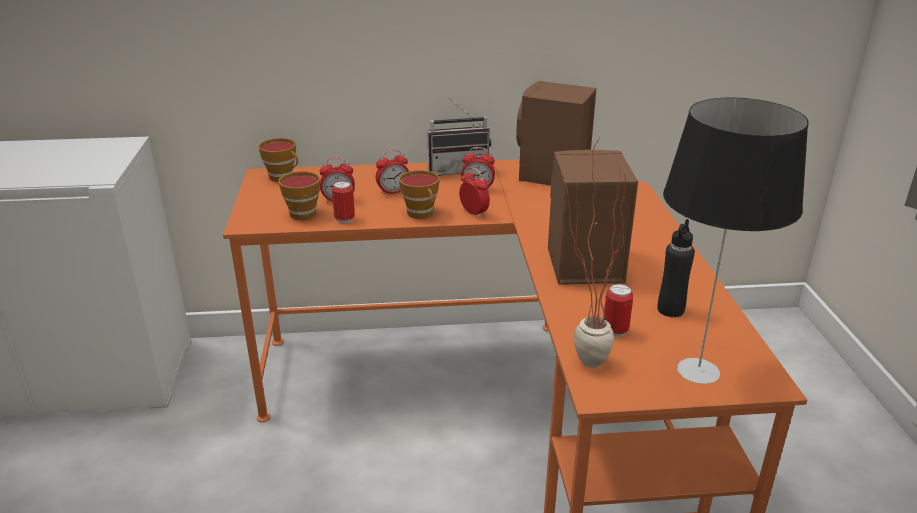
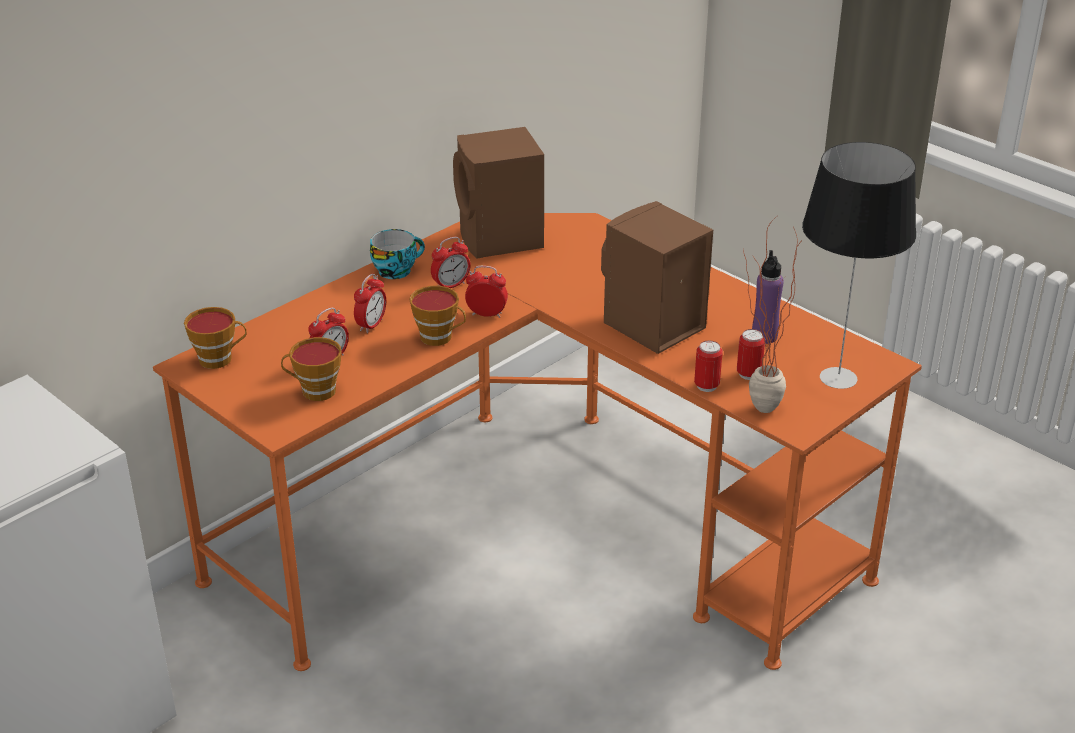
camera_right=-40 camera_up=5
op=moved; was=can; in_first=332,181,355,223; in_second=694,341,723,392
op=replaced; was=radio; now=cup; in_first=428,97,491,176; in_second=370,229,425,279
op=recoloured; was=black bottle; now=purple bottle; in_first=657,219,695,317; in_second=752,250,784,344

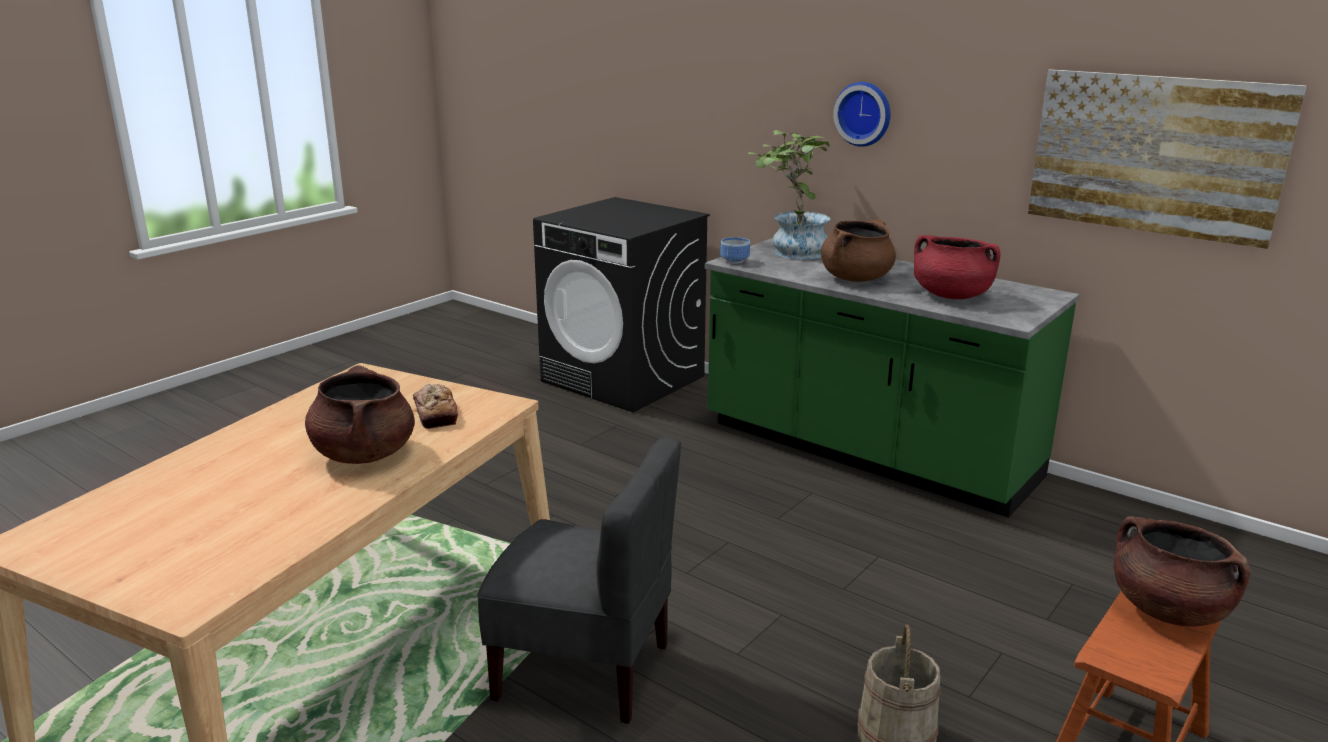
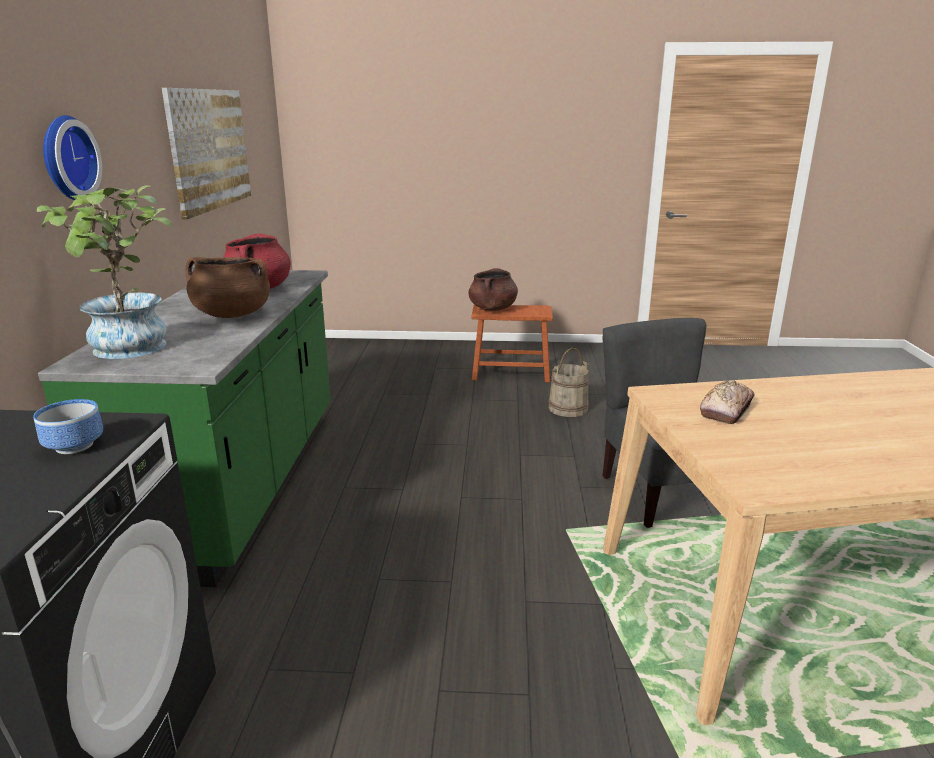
camera_right=-125 camera_up=0
op=removed; was=brown cooking pot; in_first=305,365,415,464
op=moved; was=bowl; in_first=720,237,750,264; in_second=33,399,103,454

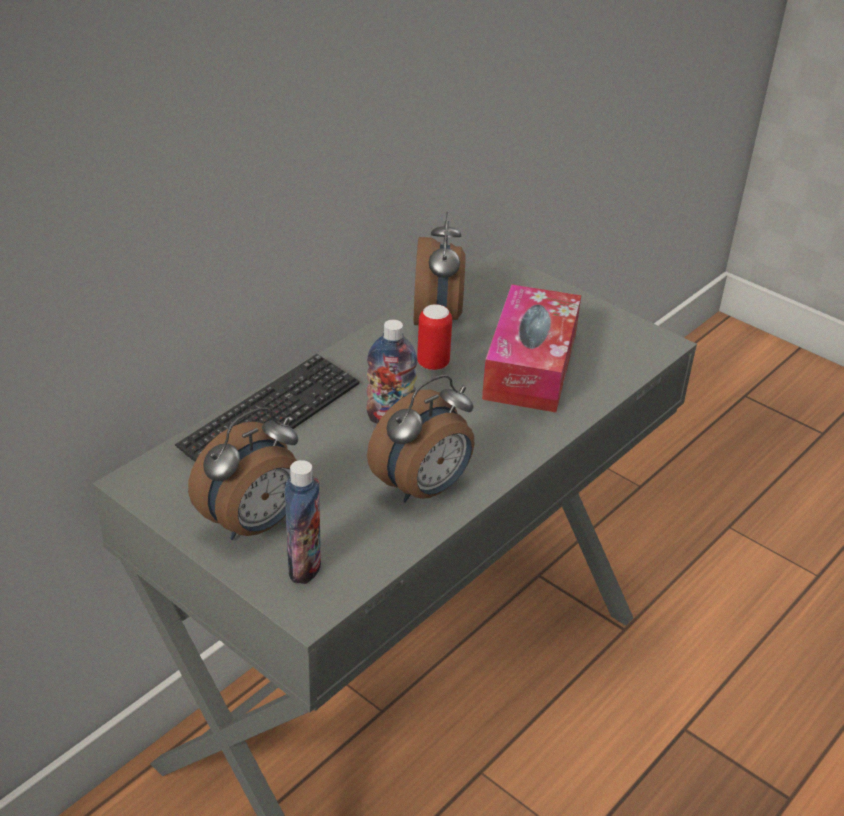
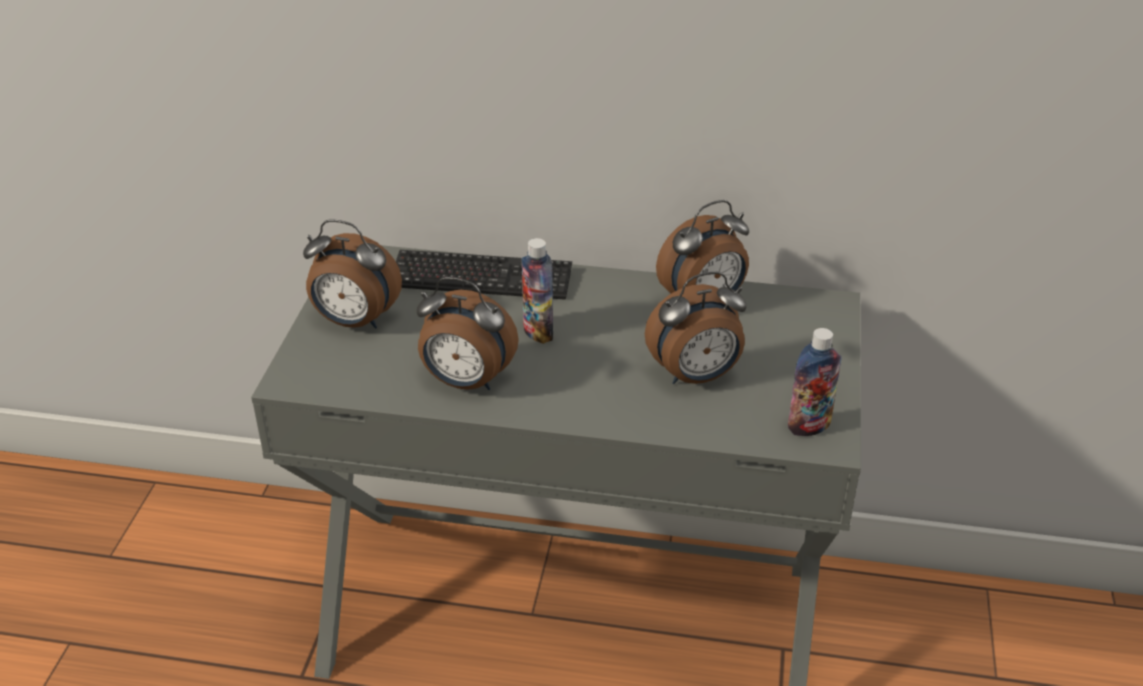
camera_right=60 camera_up=0
op=removed; was=can; in_first=417,304,452,370
op=moved; was=bottle; in_first=285,460,321,584; in_second=788,328,841,436
op=replaced; was=tissue box; now=alarm clock; in_first=482,284,581,413; in_second=645,272,747,384

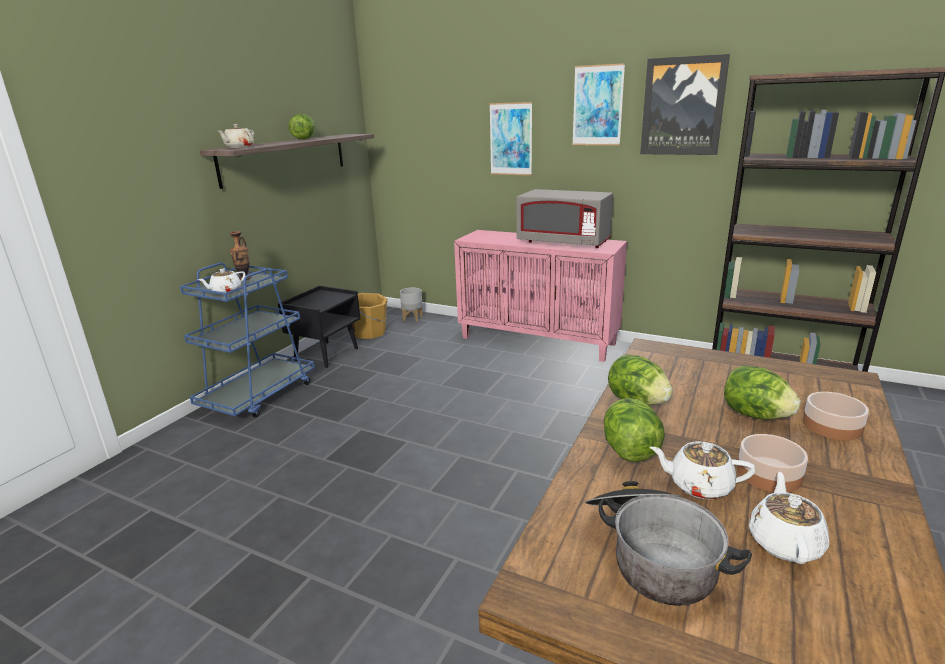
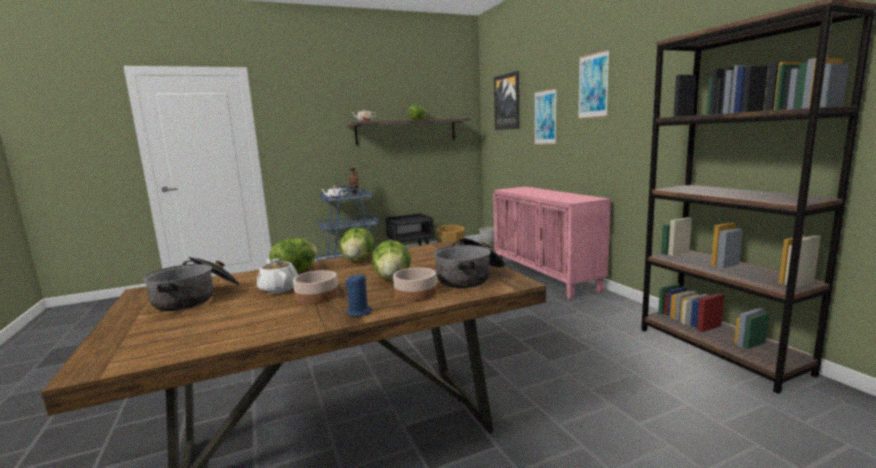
camera_right=40 camera_up=-10
op=removed; was=grey microwave; in_first=516,189,613,248
op=removed; was=white teapot; in_first=749,472,829,564
op=added; now=blue candle; in_second=345,273,372,317
op=added; now=cooking pot; in_second=434,238,505,288
op=moved; was=picture; in_first=640,54,730,155; in_second=494,71,519,130

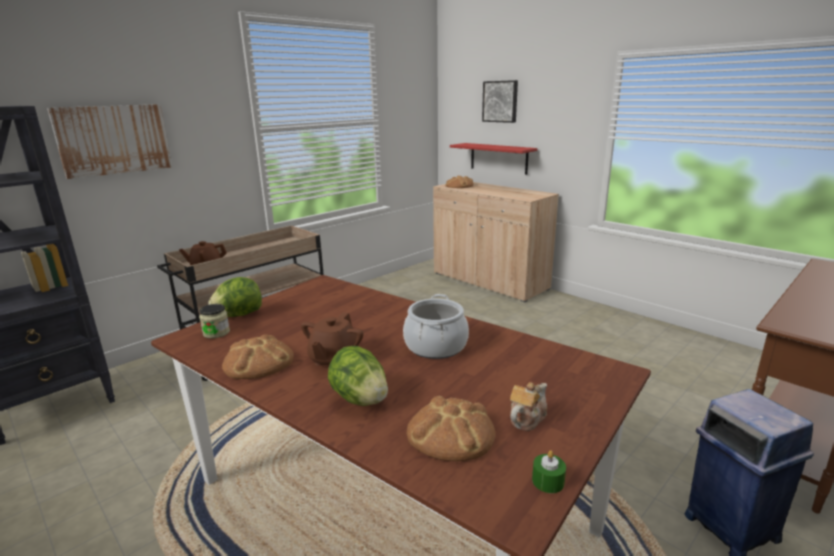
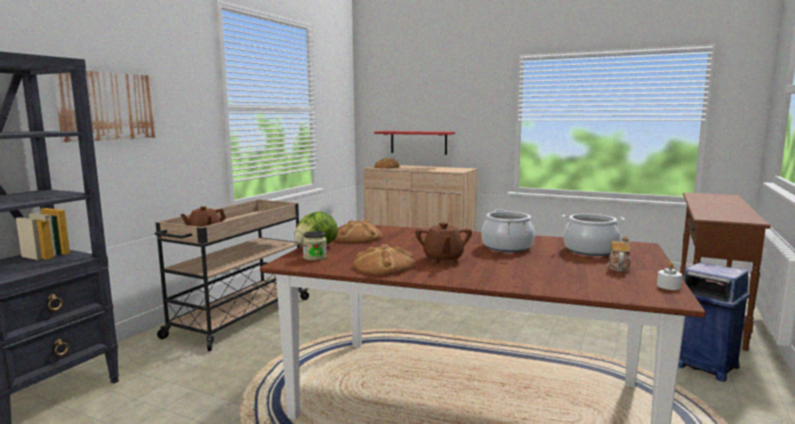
camera_right=-20 camera_up=-10
op=removed; was=lettuce; in_first=328,346,388,406
op=removed; was=picture; in_first=482,80,518,123
op=added; now=cooking pot; in_second=562,214,625,256
op=moved; was=bread; in_first=407,396,495,461; in_second=336,220,383,243
op=recoloured; was=green candle; now=white candle; in_first=532,450,566,493; in_second=657,262,682,290

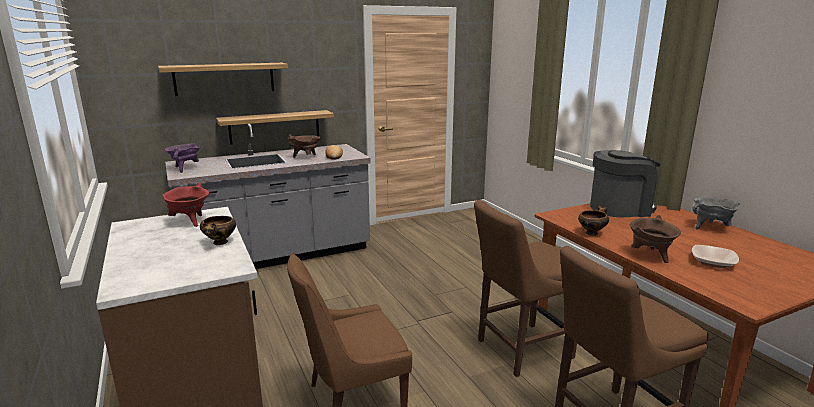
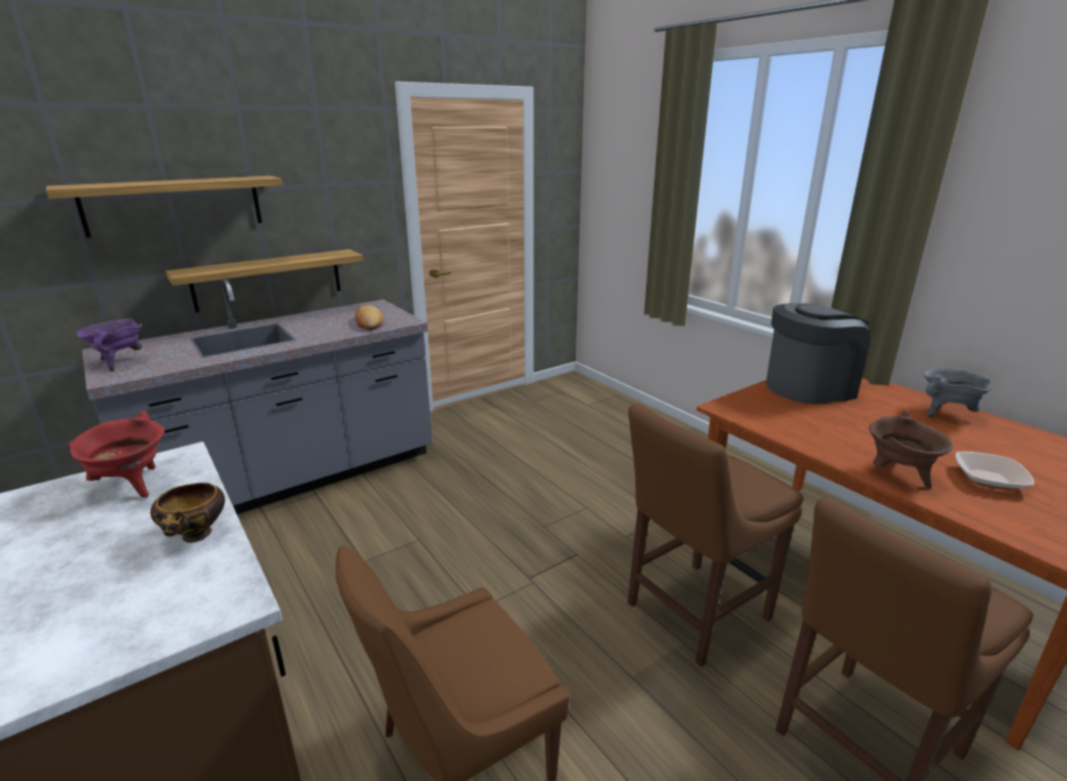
camera_right=-10 camera_up=5
op=removed; was=brown cooking pot; in_first=288,134,321,158
op=removed; was=bowl; in_first=578,205,609,236

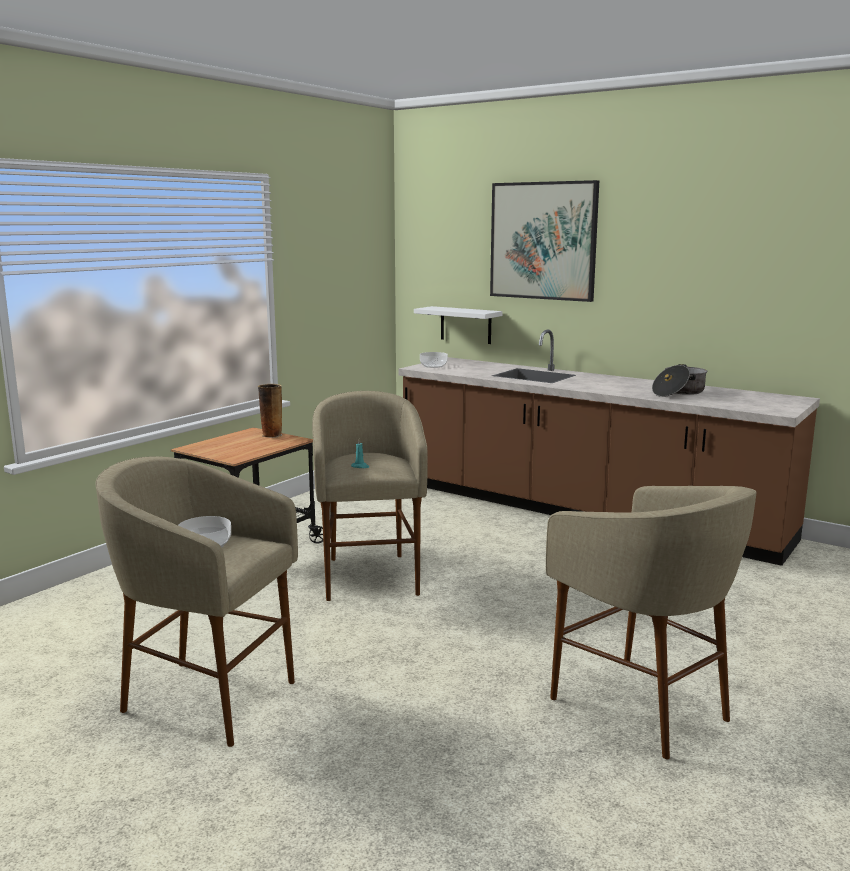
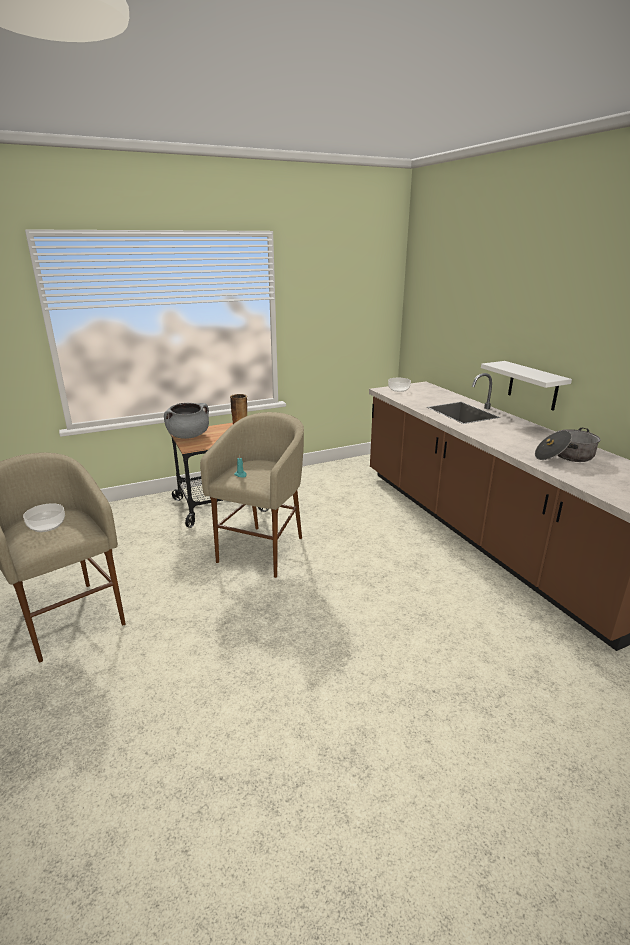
camera_right=30 camera_up=10
op=removed; was=picture; in_first=490,180,599,302
op=removed; was=beige stool; in_first=546,486,757,759
op=added; now=grey cooking pot; in_second=164,403,209,439
op=moved; was=white shelf; in_first=414,306,502,344; in_second=481,361,572,411

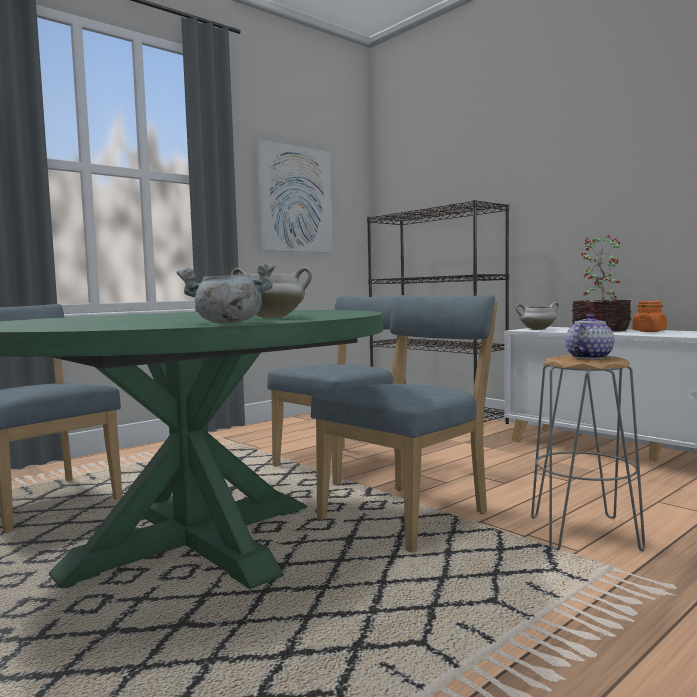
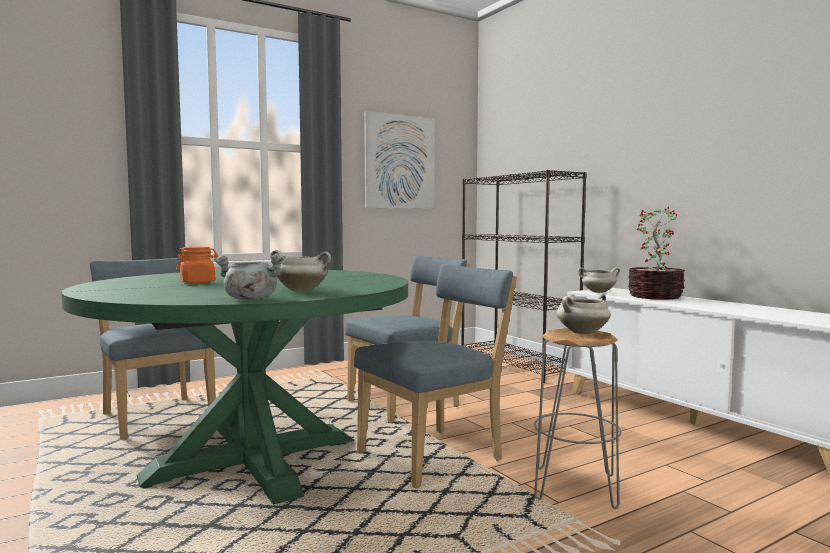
camera_right=10 camera_up=0
op=moved; was=orange jar; in_first=632,301,667,332; in_second=176,246,218,284
op=replaced; was=teapot; now=white cooking pot; in_first=566,314,614,359; in_second=556,293,611,334

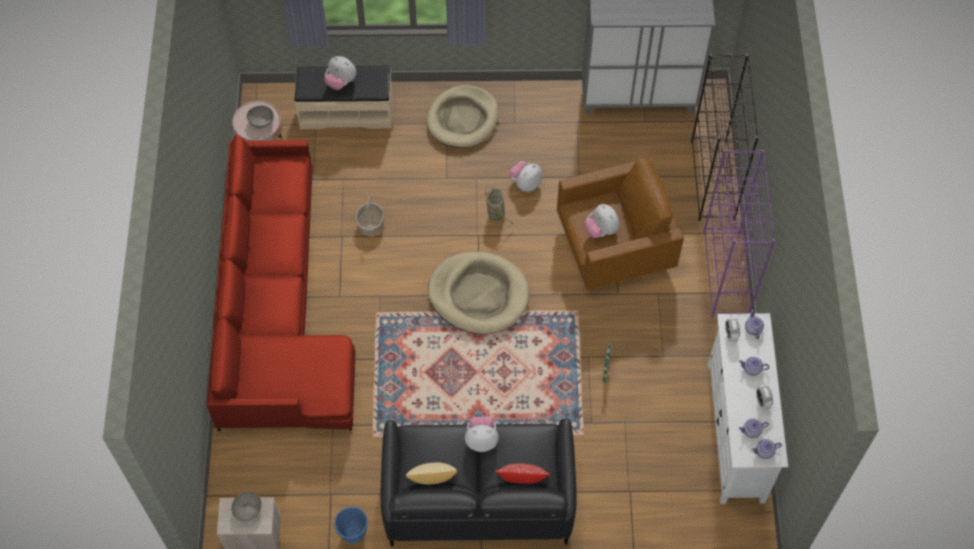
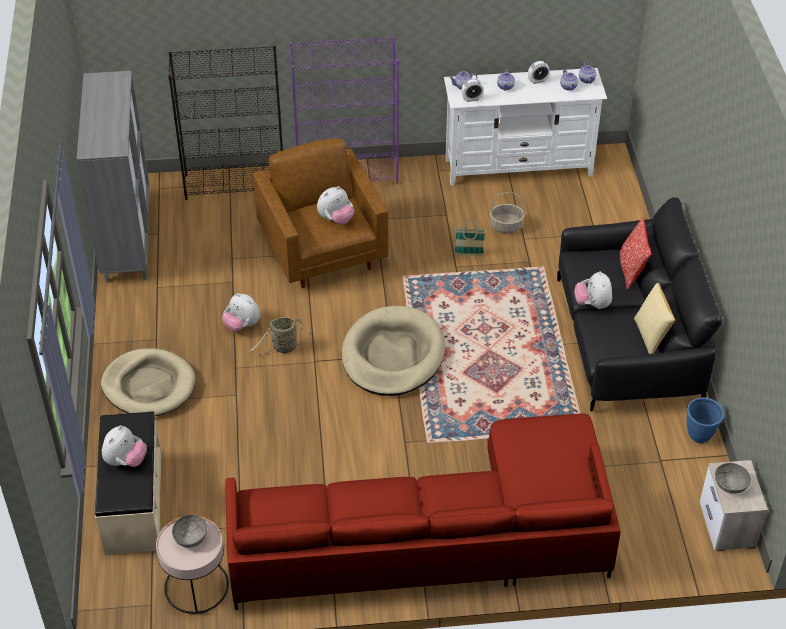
camera_right=-95 camera_up=-15
op=moved; was=basket; in_first=355,195,384,236; in_second=490,192,525,234

